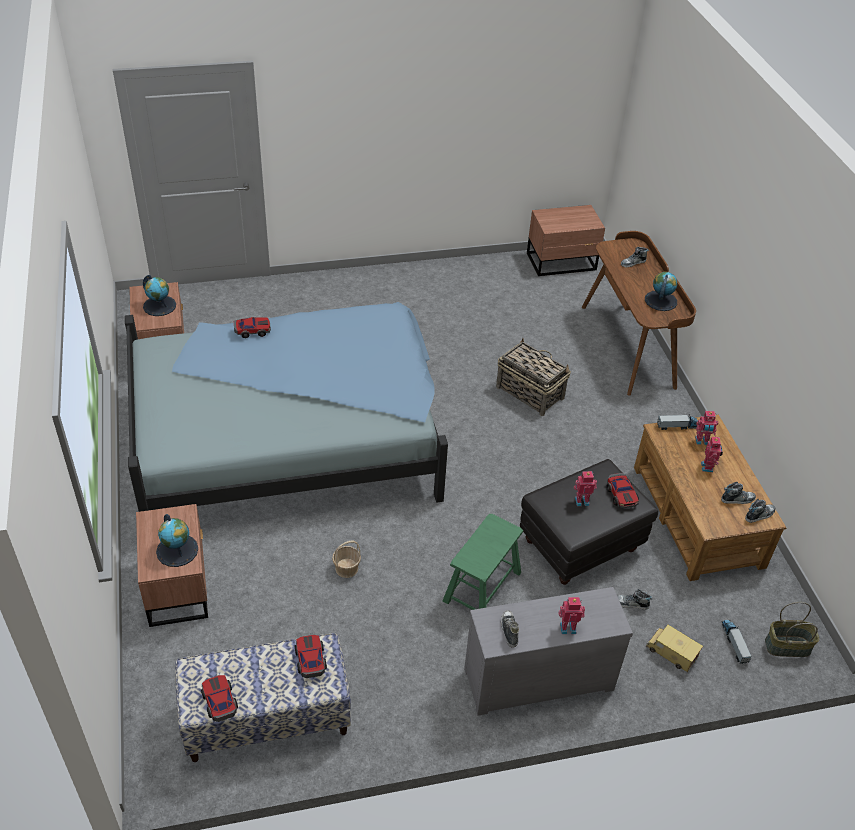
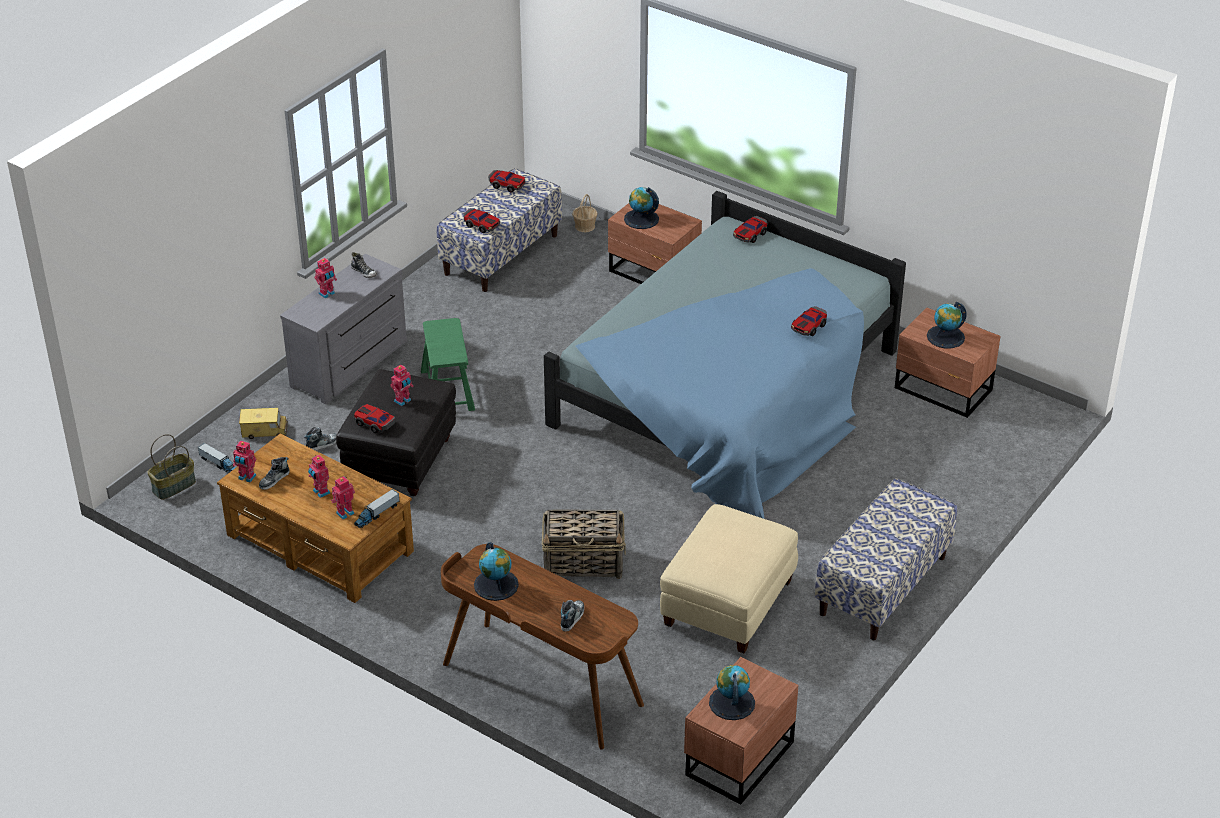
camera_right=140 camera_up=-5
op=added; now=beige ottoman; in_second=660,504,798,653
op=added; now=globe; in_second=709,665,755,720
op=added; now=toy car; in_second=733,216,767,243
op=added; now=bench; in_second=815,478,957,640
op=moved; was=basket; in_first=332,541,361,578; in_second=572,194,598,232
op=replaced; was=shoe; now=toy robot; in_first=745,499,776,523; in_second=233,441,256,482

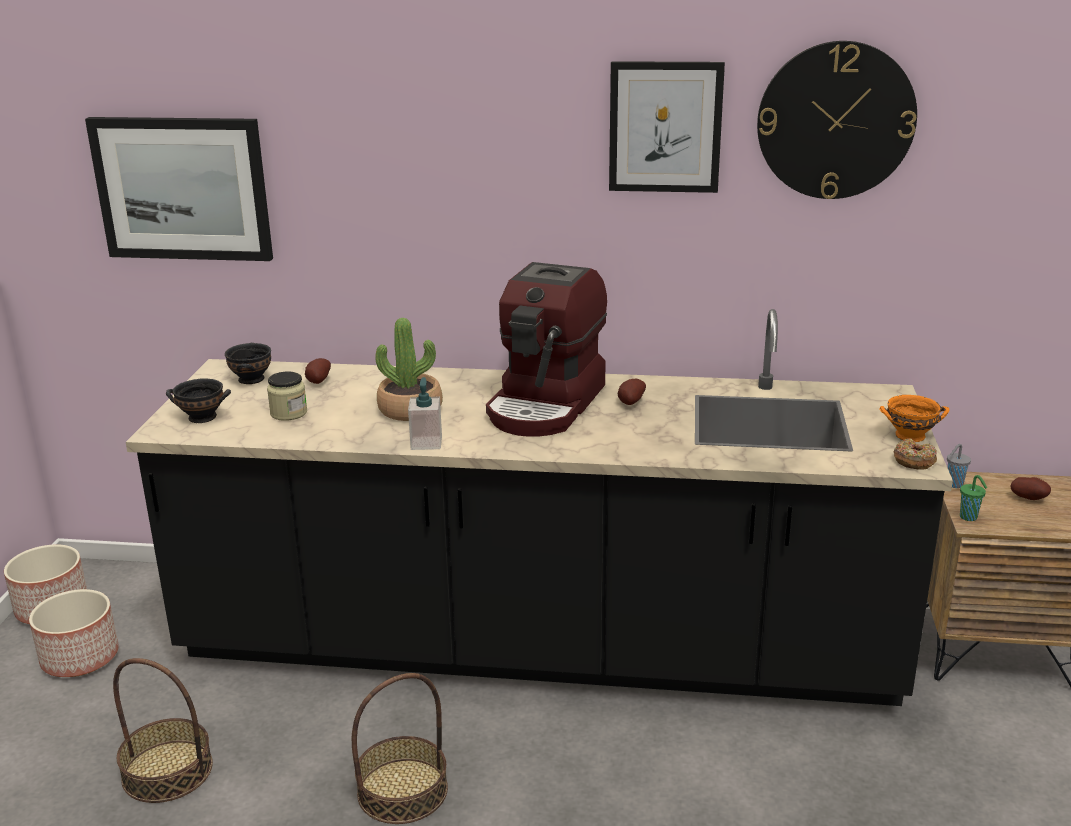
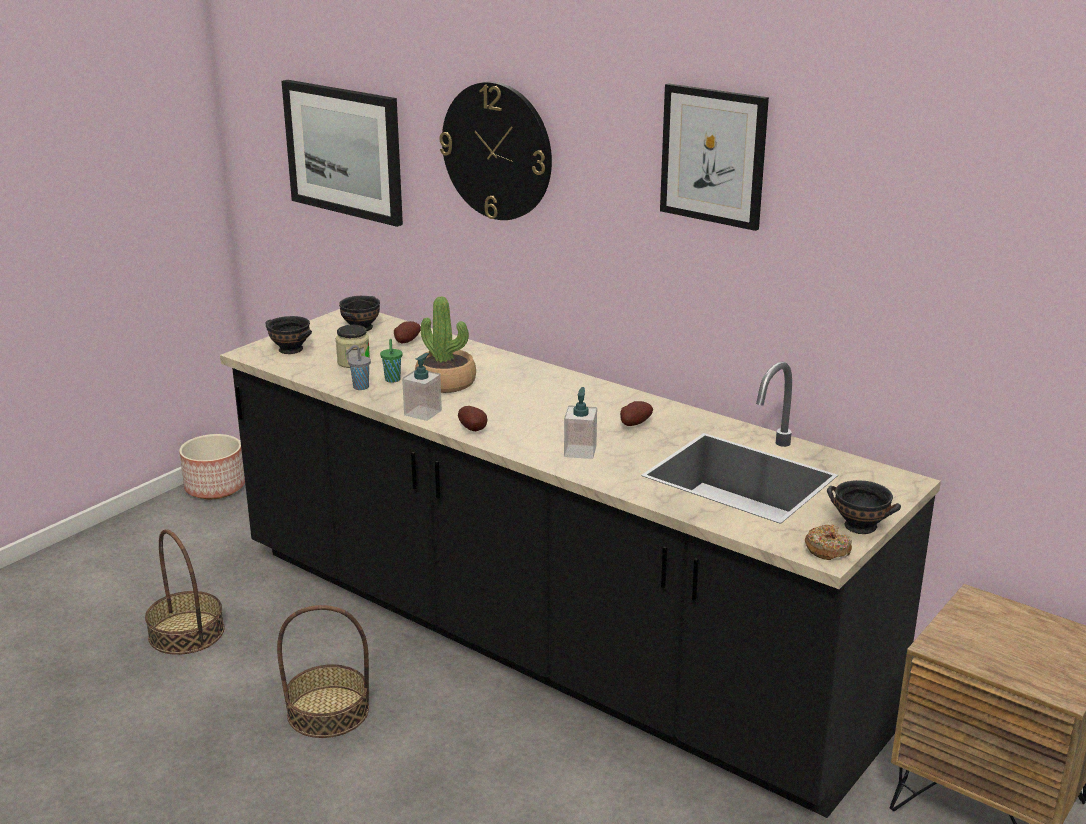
camera_right=30 camera_up=0
op=removed; was=planter; in_first=29,589,119,677
op=removed; was=coffee machine; in_first=486,262,607,437
op=added; now=soap dispenser; in_second=564,387,597,459
op=moved; was=wall clock; in_first=757,41,917,199; in_second=439,82,552,220
op=moved; was=grey cup; in_first=947,444,971,488; in_second=345,345,371,390
op=moved; was=green cup; in_first=960,475,987,521; in_second=380,339,403,383
op=moved; was=potato; in_first=1010,477,1051,500; in_second=458,406,487,431
op=recoloured; was=orange bowl; now=black bowl; in_first=879,395,949,442; in_second=827,480,901,534

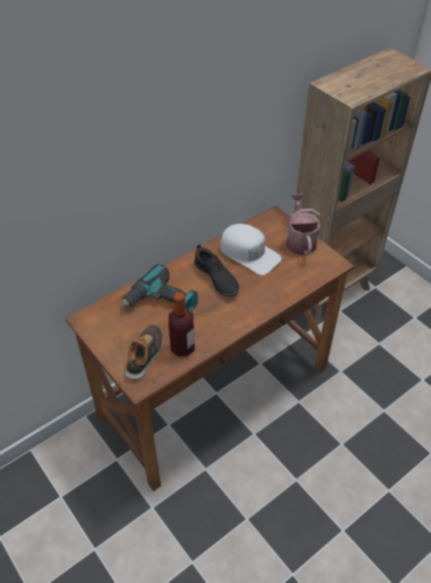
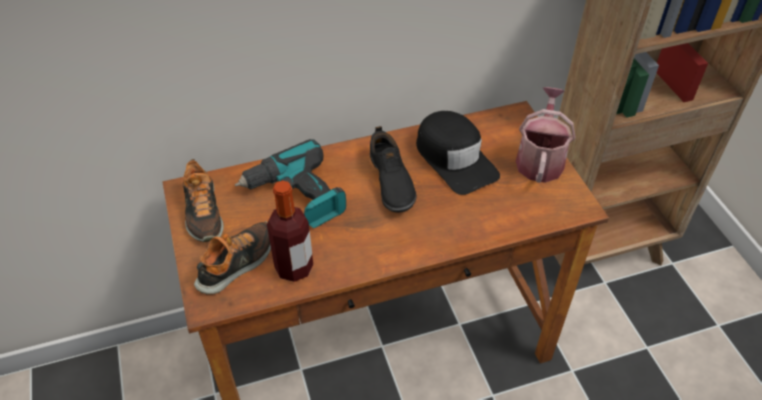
camera_right=20 camera_up=0
op=added; now=shoe; in_second=183,159,224,242
op=recoloured; was=white cap; now=black cap; in_first=220,224,282,275; in_second=416,111,500,195

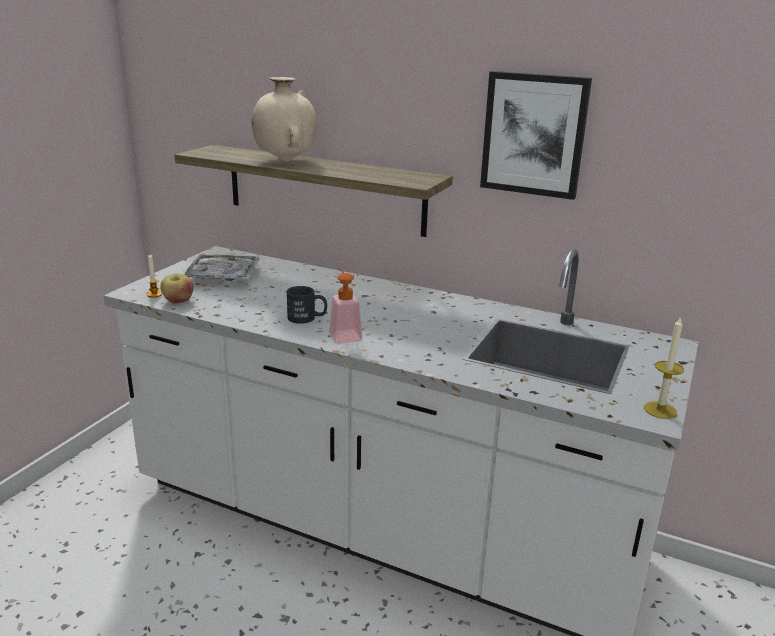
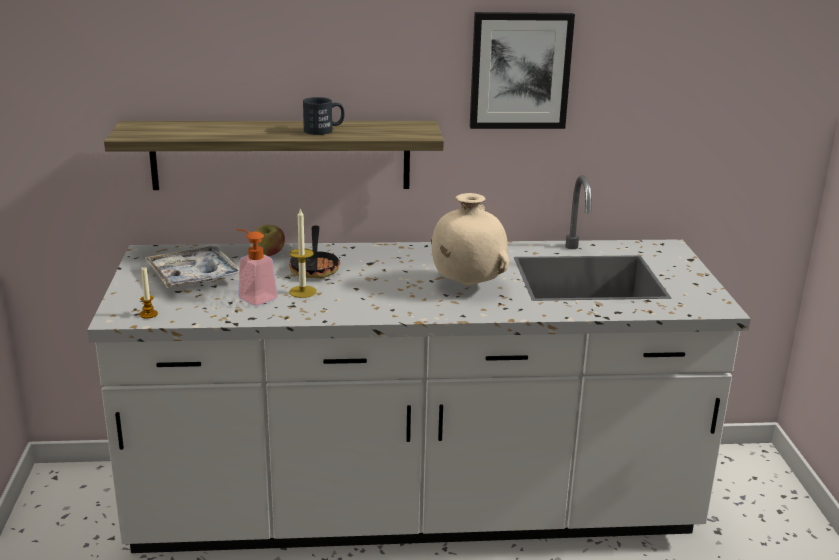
camera_right=-30 camera_up=0
op=added; now=frying pan; in_second=289,225,340,279
op=moved; was=apple; in_first=160,273,193,304; in_second=255,225,285,256
op=moved; was=beige vase; in_first=252,77,317,162; in_second=431,193,509,286
op=moved; was=black mug; in_first=287,286,327,324; in_second=303,97,344,135
op=moved; was=soap dispenser; in_first=329,268,363,344; in_second=236,229,278,306
op=moved; was=candle; in_first=644,316,684,419; in_second=289,208,317,298

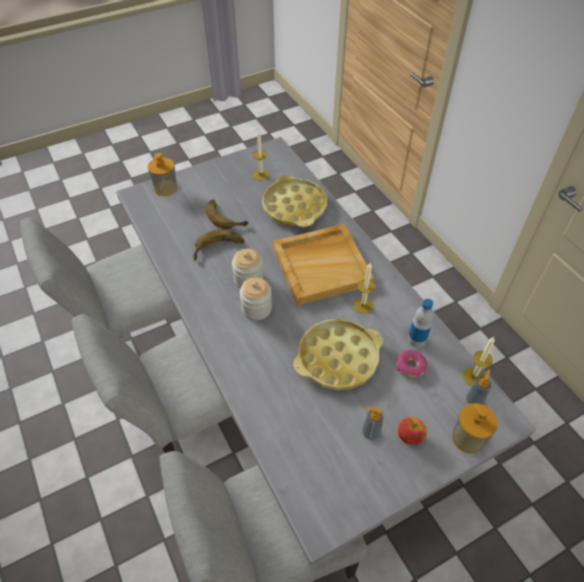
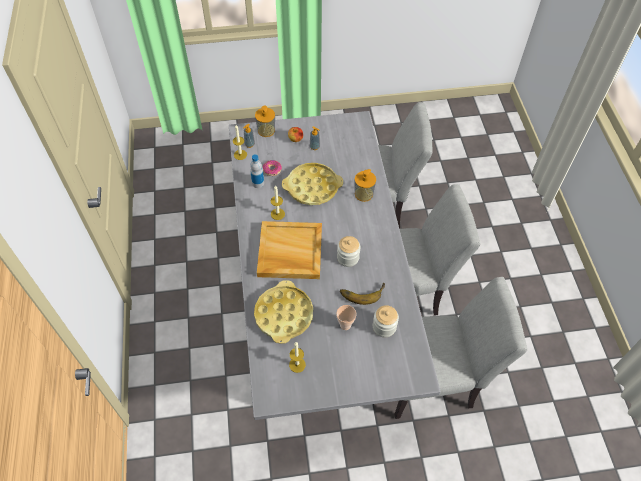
camera_right=-160 camera_up=5
op=moved; was=soap dispenser; in_first=148,153,177,196; in_second=354,169,376,202
op=moved; was=jar; in_first=240,277,272,320; in_second=373,305,399,337
op=replaced; was=banana; now=cup; in_first=206,199,248,229; in_second=336,305,356,330

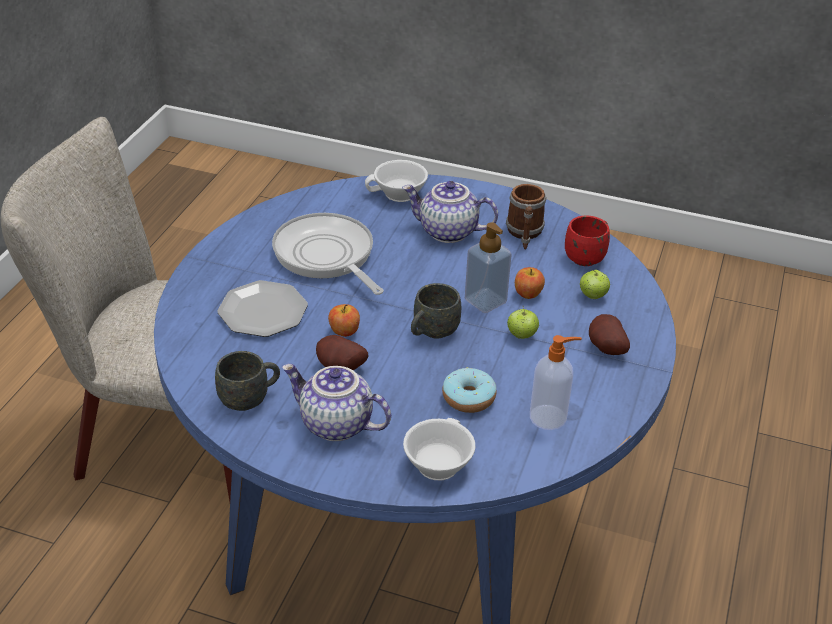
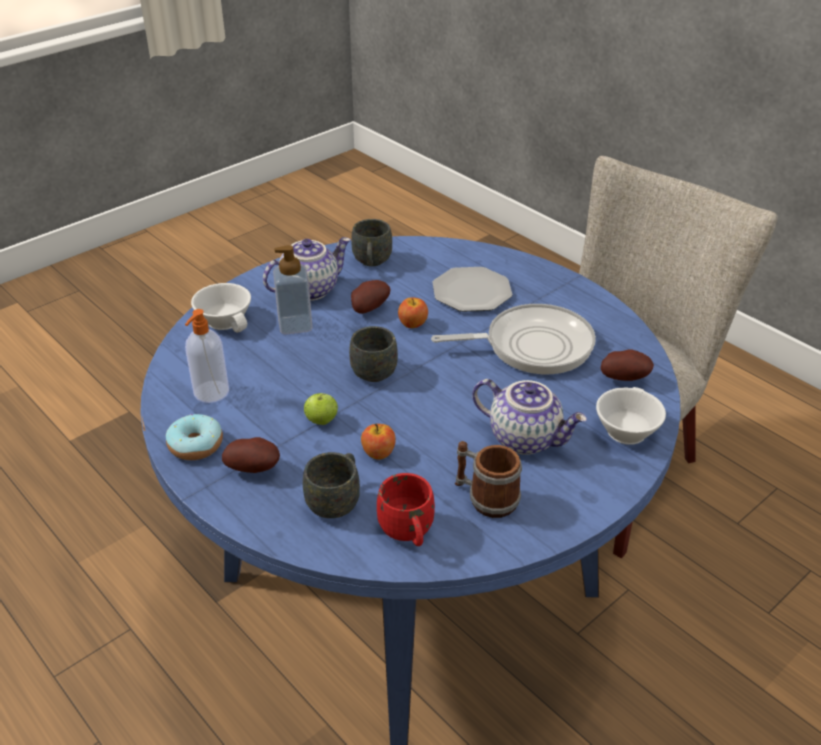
camera_right=120 camera_up=0
op=added; now=potato; in_second=601,350,654,381
op=moved; was=donut; in_first=442,367,496,413; in_second=166,414,223,460
op=moved; was=soap dispenser; in_first=465,222,512,313; in_second=273,245,312,335
op=replaced; was=apple; now=grey mug; in_first=580,270,610,299; in_second=303,452,360,518
op=turned; was=teapot; in_first=402,181,498,243; in_second=472,379,587,455; clockwise=75

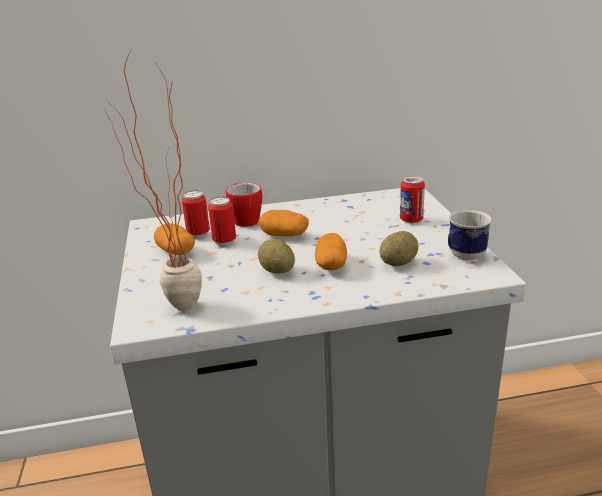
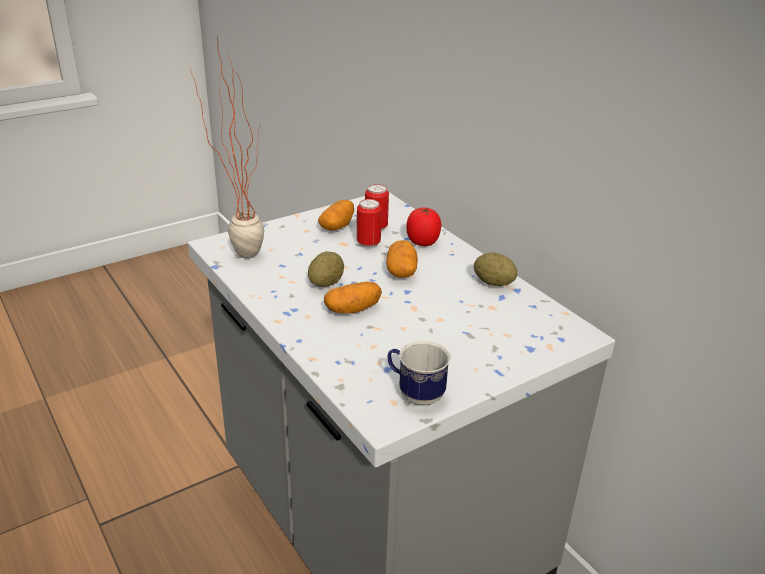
camera_right=65 camera_up=5
op=removed; was=can; in_first=400,176,425,223
op=moved; was=potato; in_first=379,231,418,266; in_second=474,252,517,286
op=replaced; was=mug; now=tomato; in_first=226,183,262,227; in_second=406,208,442,246

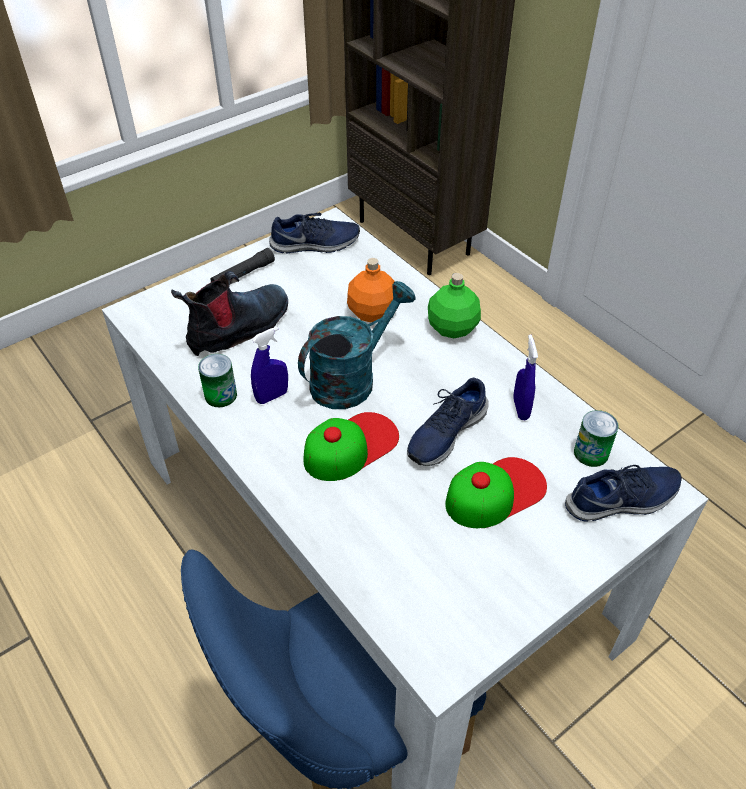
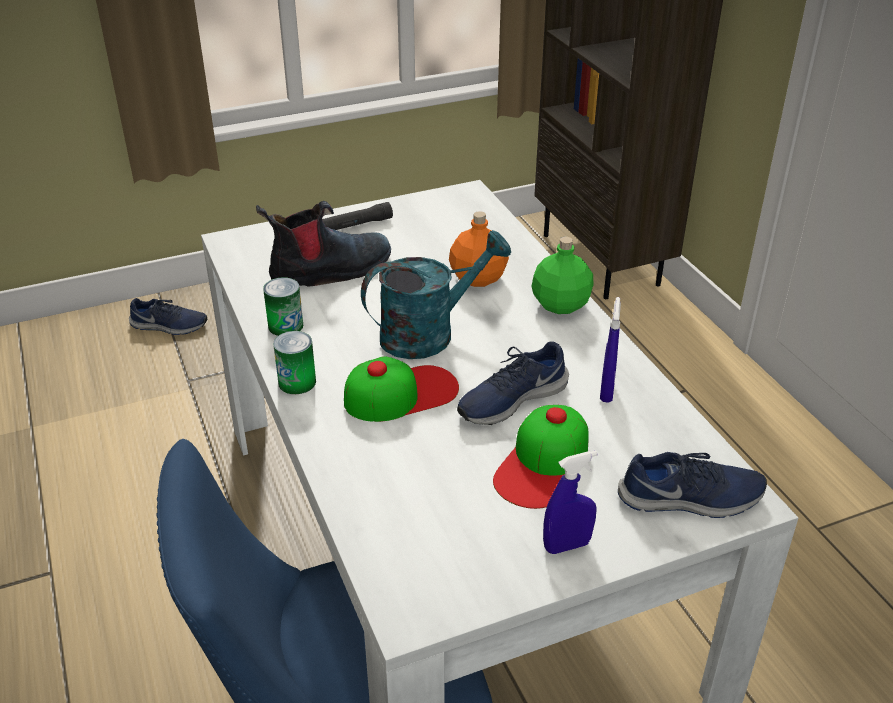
camera_right=15 camera_up=-10
op=moved; was=blue spray bottle; in_first=251,327,288,404; in_second=543,451,597,554
op=moved; was=blue shoe; in_first=269,213,360,254; in_second=129,298,208,335
op=moved; was=can; in_first=574,410,619,467; in_second=273,331,316,394
op=turned; was=cap; in_first=445,457,547,528; in_second=493,405,589,509; clockwise=135

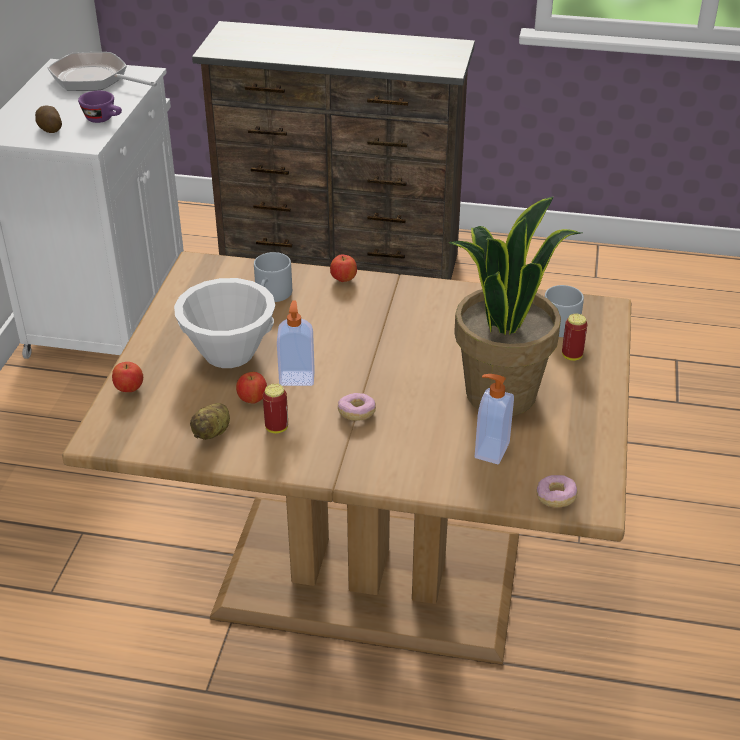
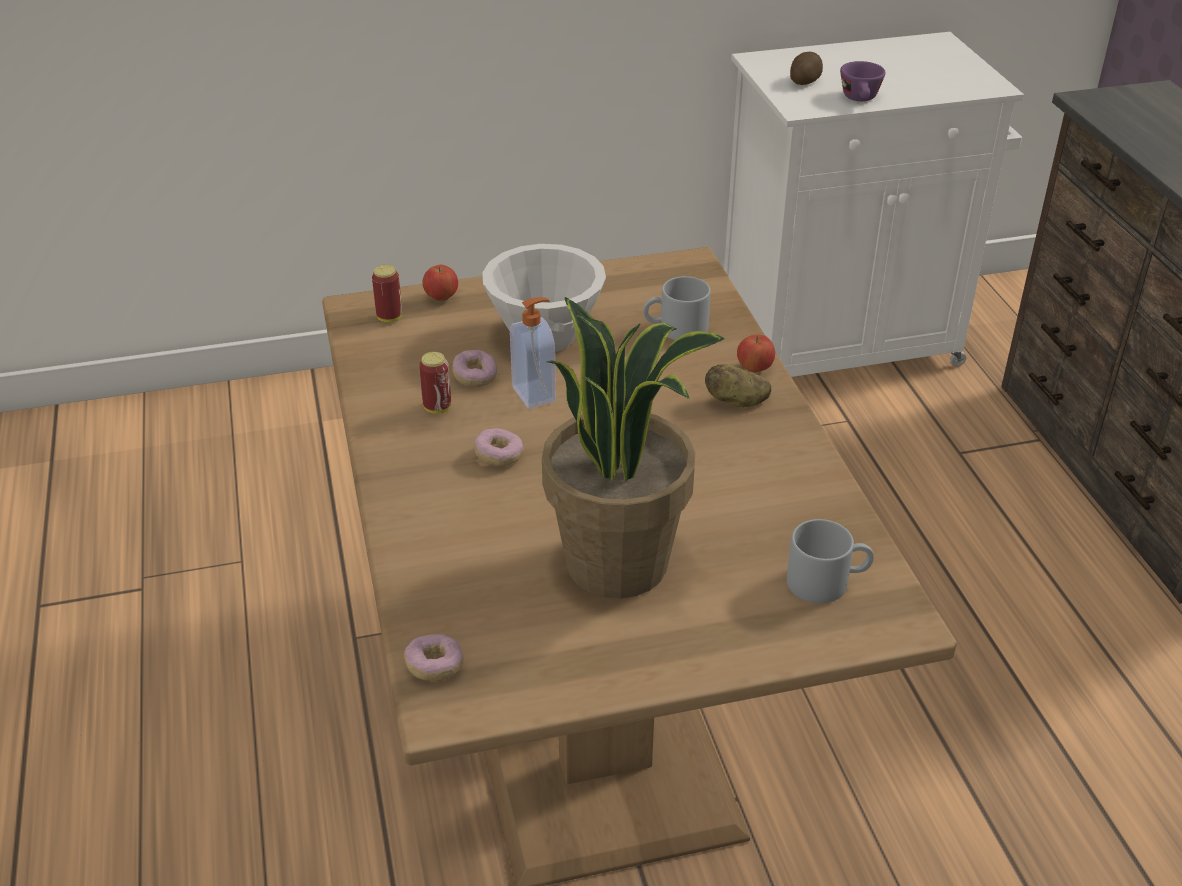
camera_right=65 camera_up=0
op=removed; was=frying pan; in_first=47,52,157,91
op=removed; was=soap dispenser; in_first=475,374,514,464
op=moved; was=potato; in_first=190,403,230,440; in_second=705,365,771,407
op=moved; was=can; in_first=562,314,587,361; in_second=372,265,402,323
op=replaced; was=apple; now=donut; in_first=236,372,267,404; in_second=452,350,497,387

